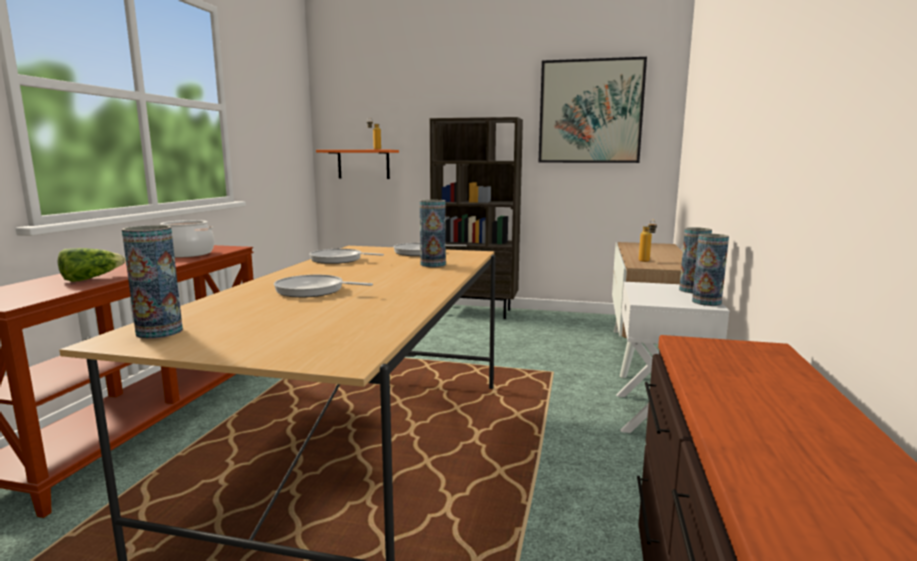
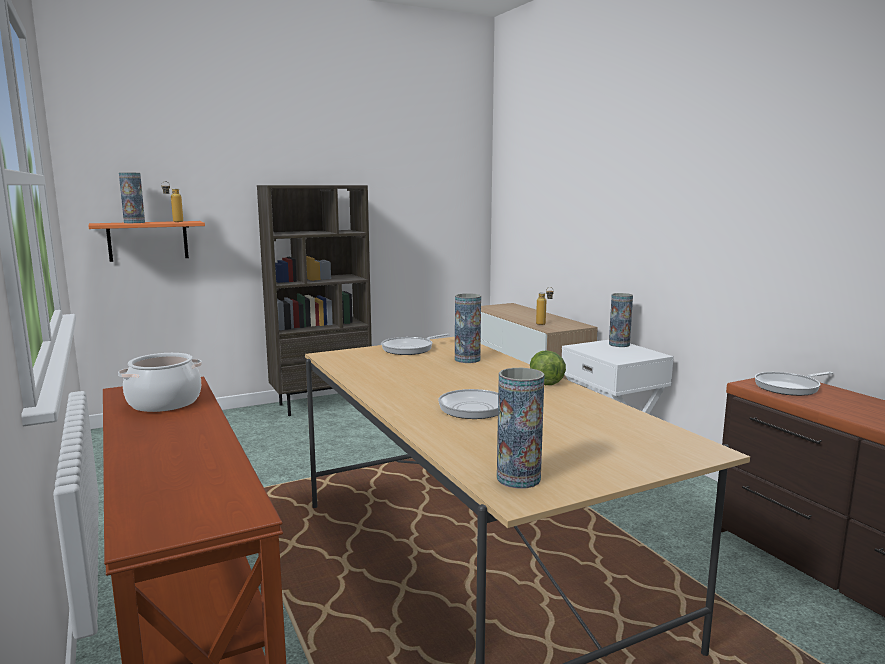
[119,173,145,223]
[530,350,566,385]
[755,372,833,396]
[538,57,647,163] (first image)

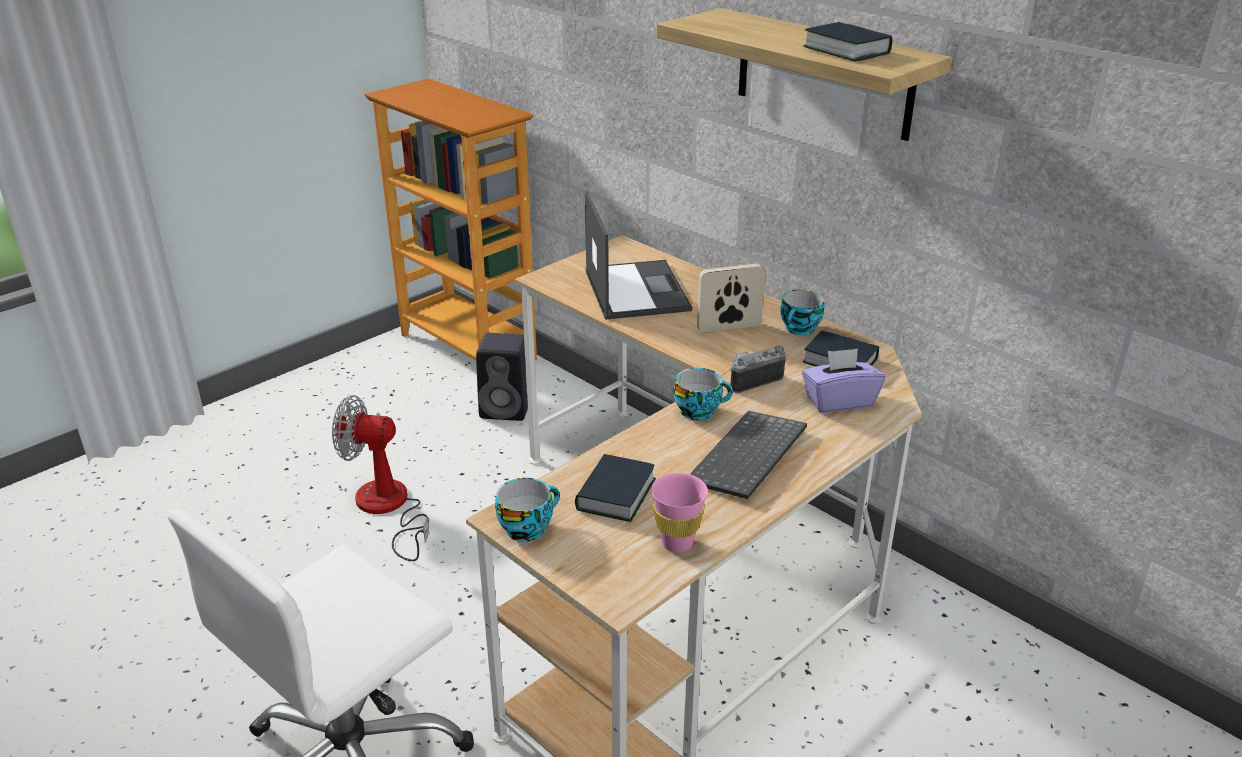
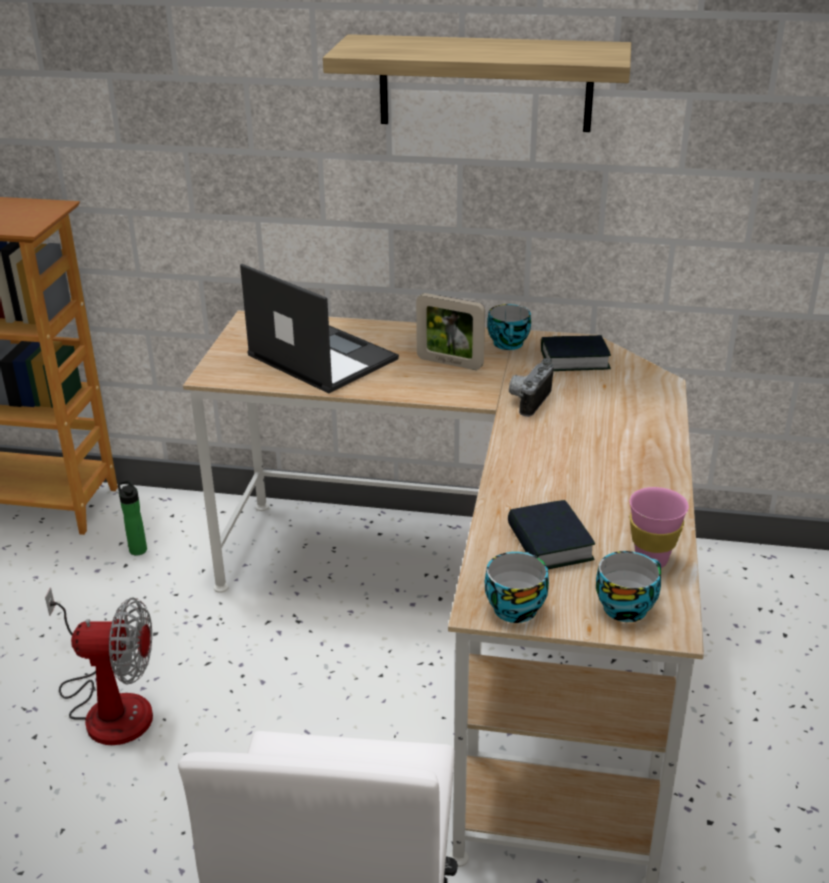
[45,587,153,745]
[118,480,147,555]
[416,293,485,370]
[596,551,661,622]
[690,411,807,499] (first image)
[802,348,885,413] (first image)
[803,22,892,62] (first image)

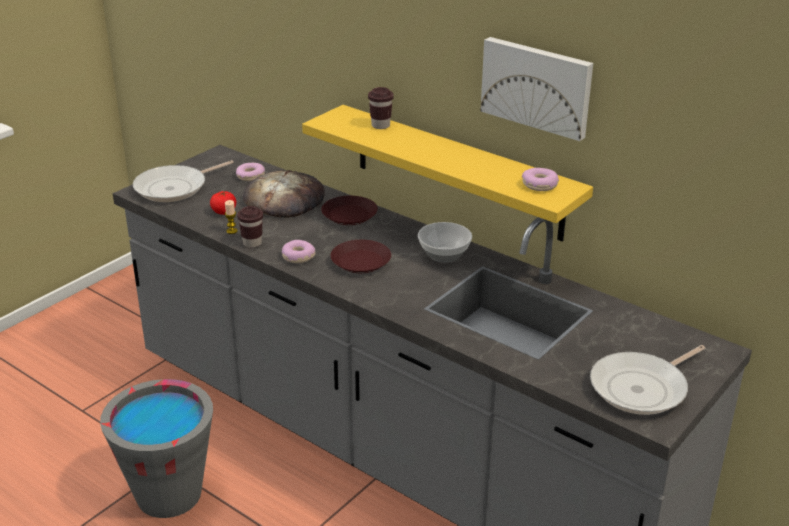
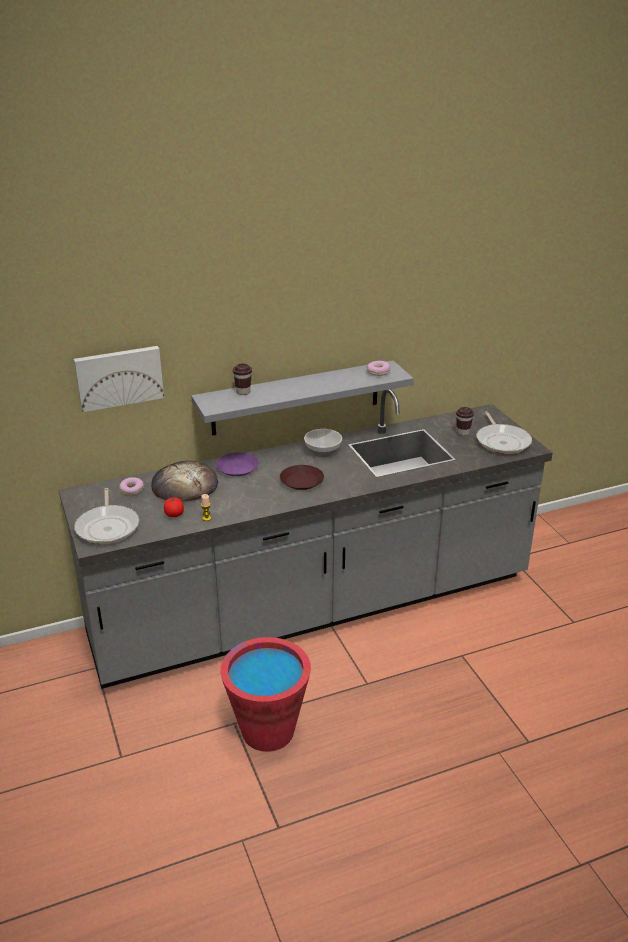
[74,346,164,412]
[191,360,414,436]
[216,452,259,476]
[220,637,311,752]
[456,407,474,436]
[282,240,316,263] (first image)

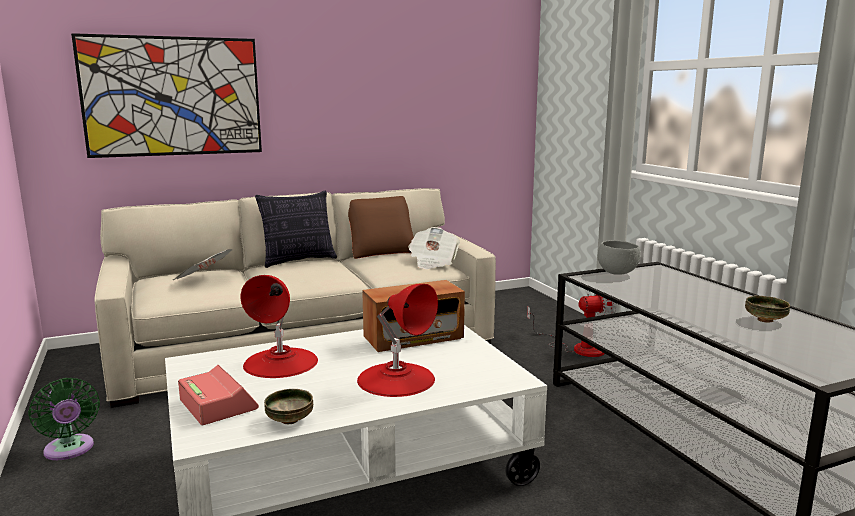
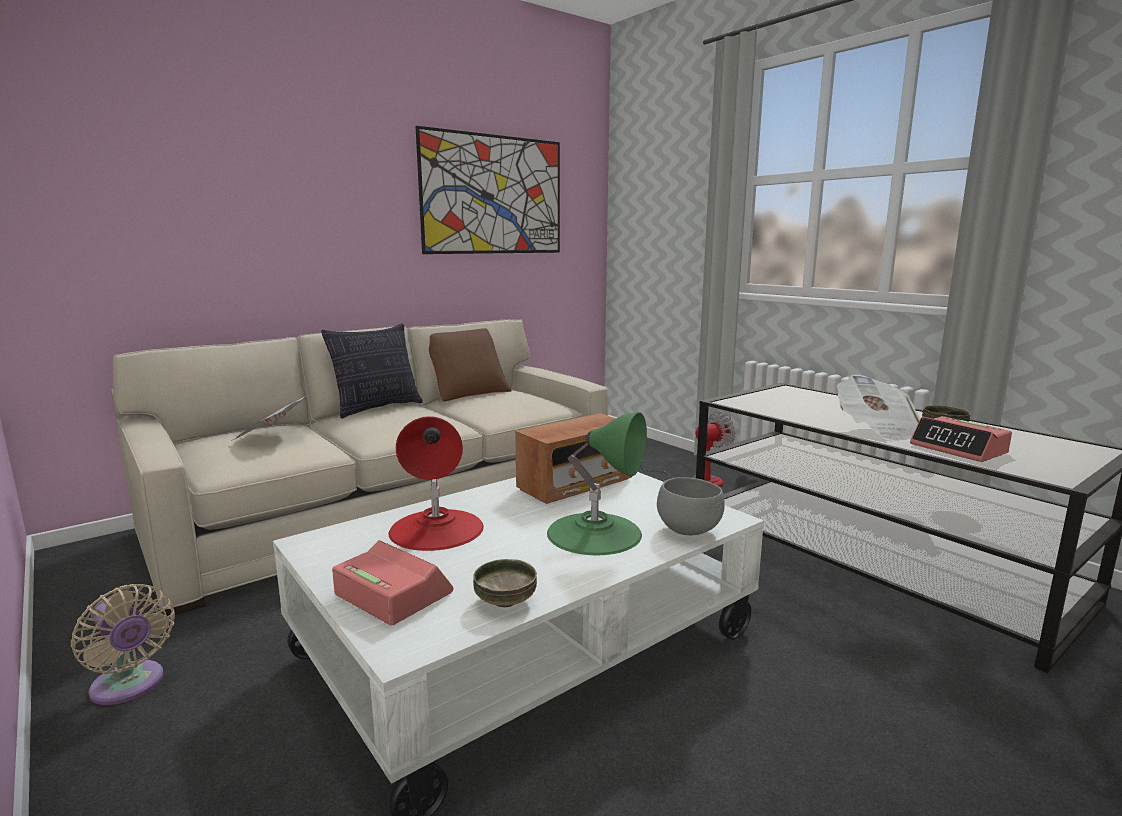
[71,584,175,705]
[415,126,560,254]
[547,412,647,555]
[657,477,725,535]
[837,375,920,441]
[910,416,1012,462]

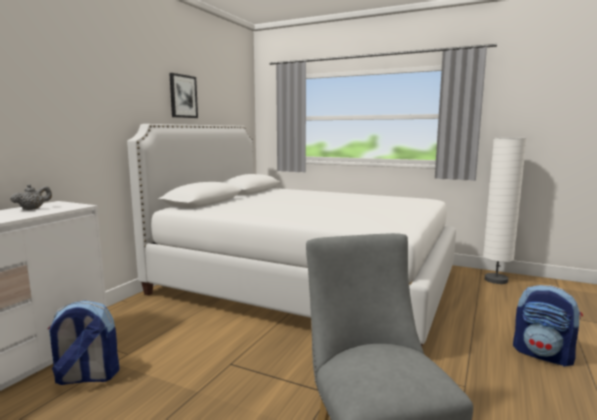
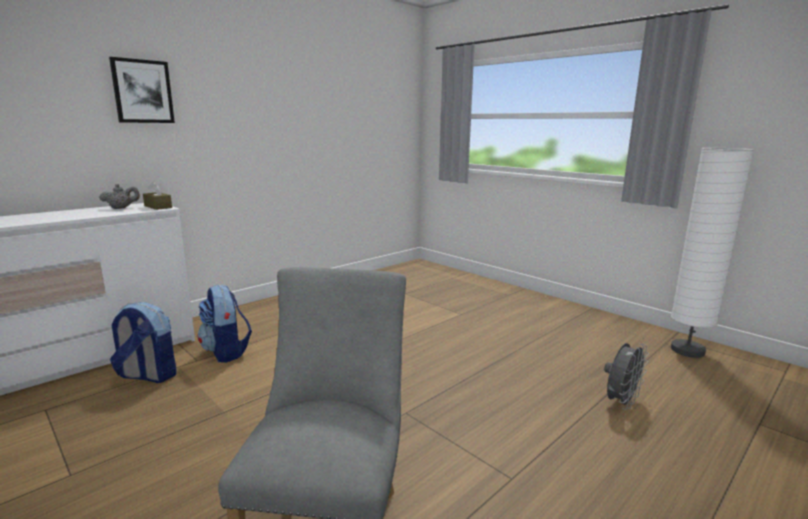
[109,57,175,123]
[143,182,172,210]
[197,284,252,363]
[604,343,649,410]
[127,124,456,346] (first image)

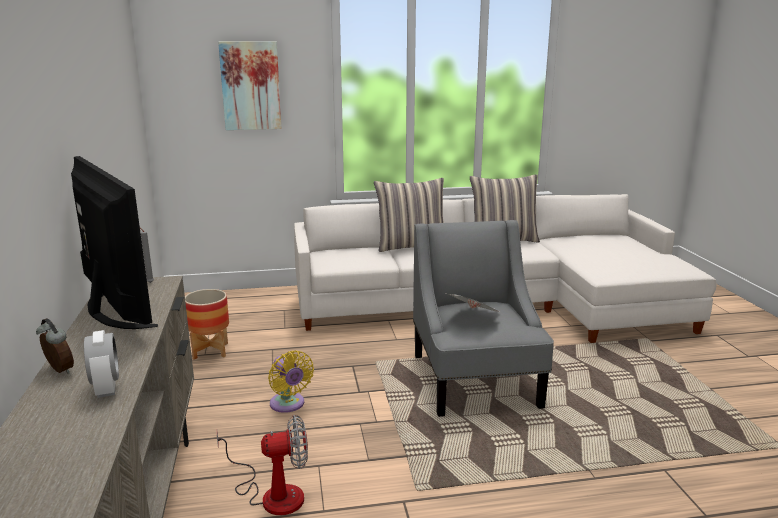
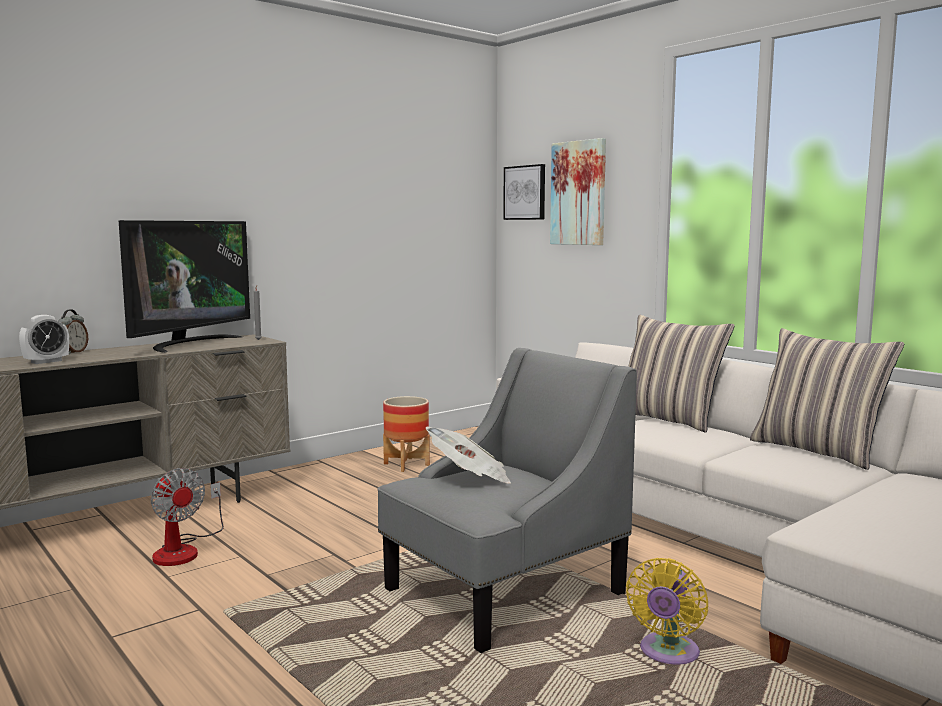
[503,164,545,220]
[626,558,708,664]

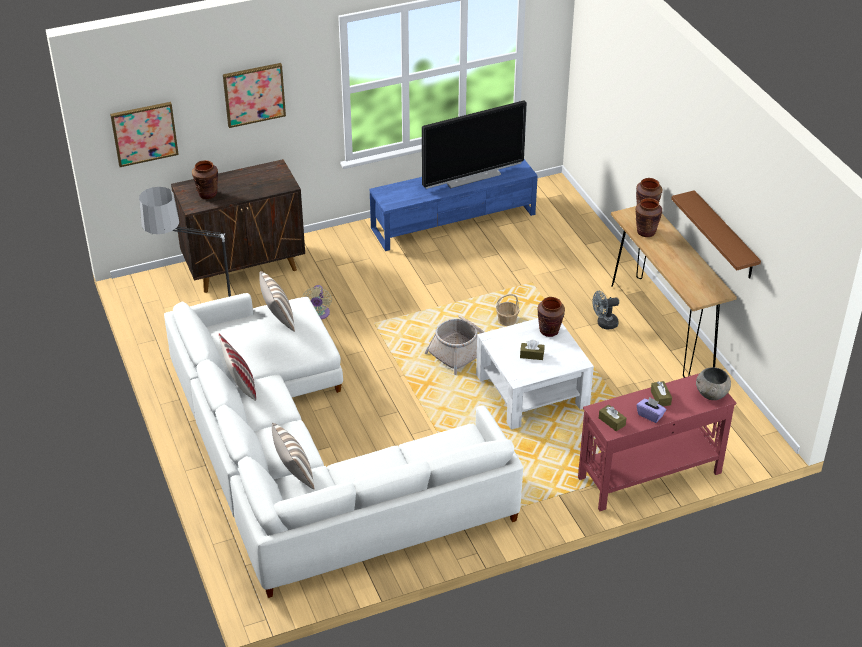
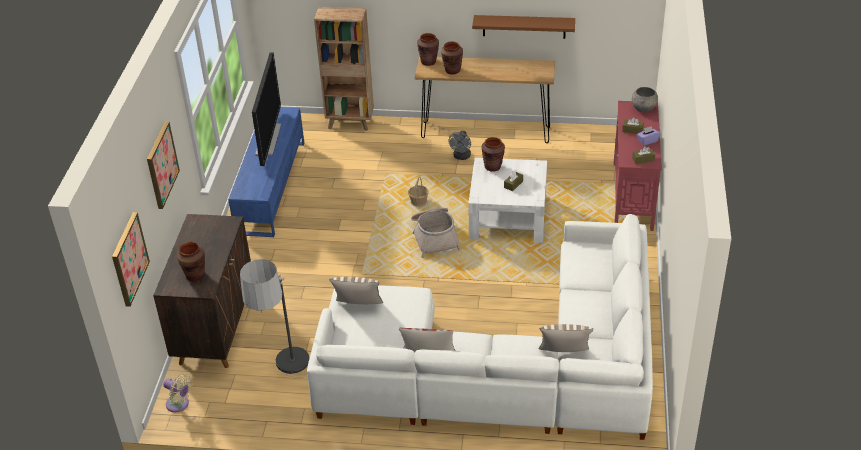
[163,374,193,412]
[314,7,374,131]

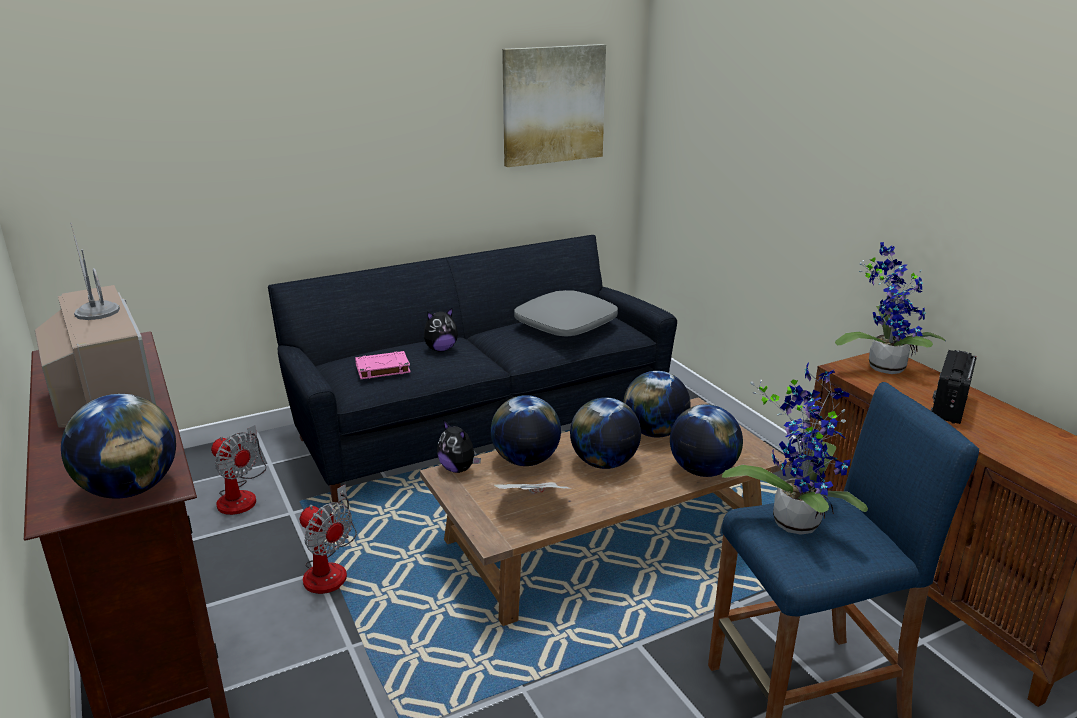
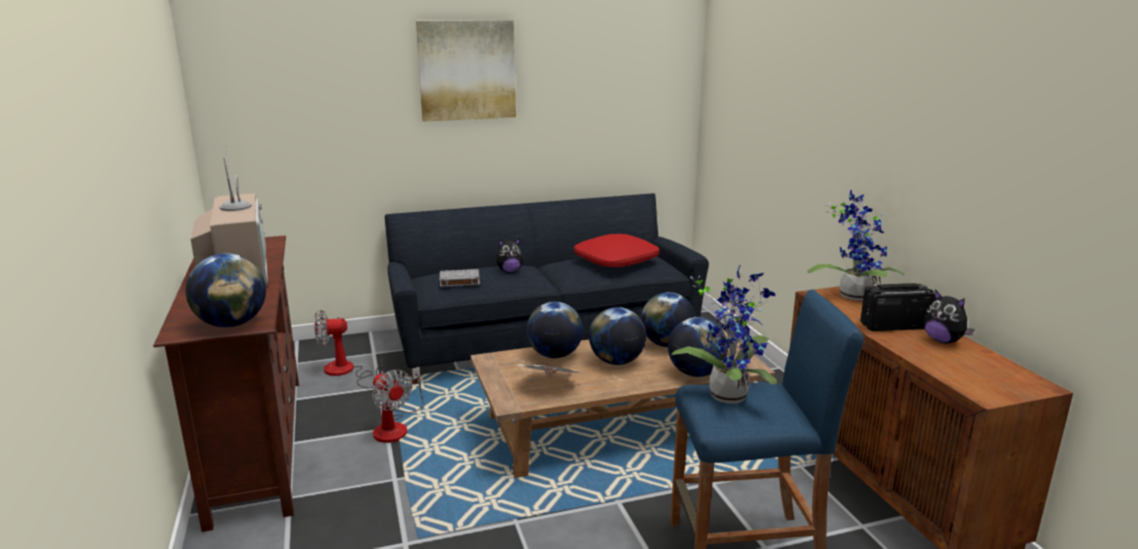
[314,310,383,389]
[416,20,516,122]
[440,269,480,287]
[574,234,659,267]
[860,283,935,331]
[924,290,975,344]

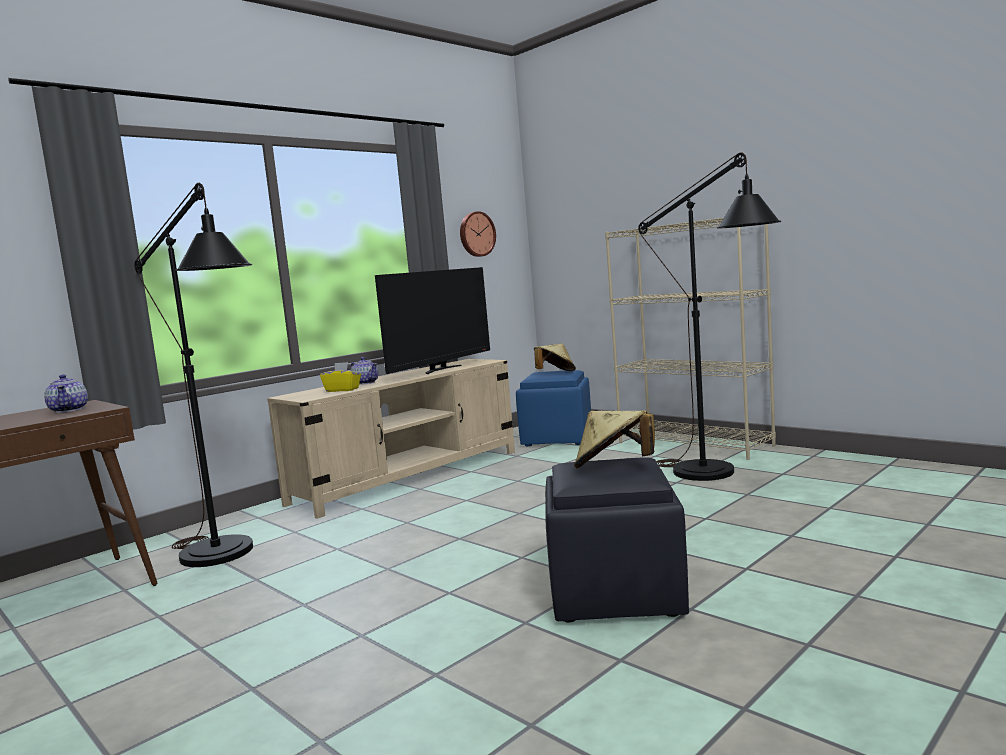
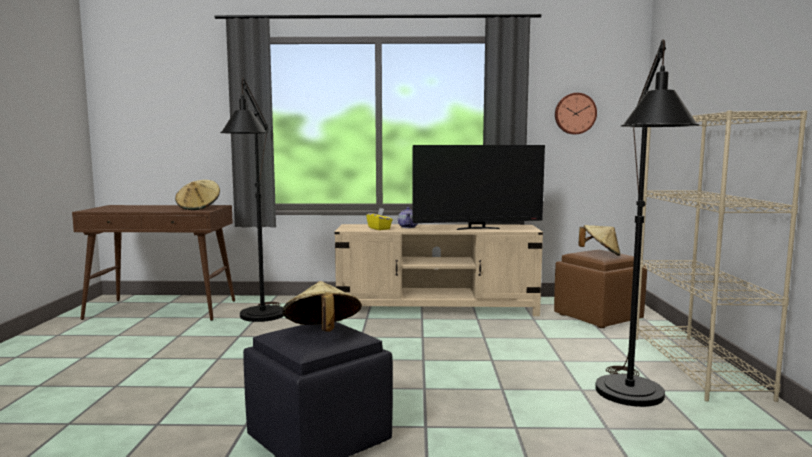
[175,180,220,210]
[554,250,647,328]

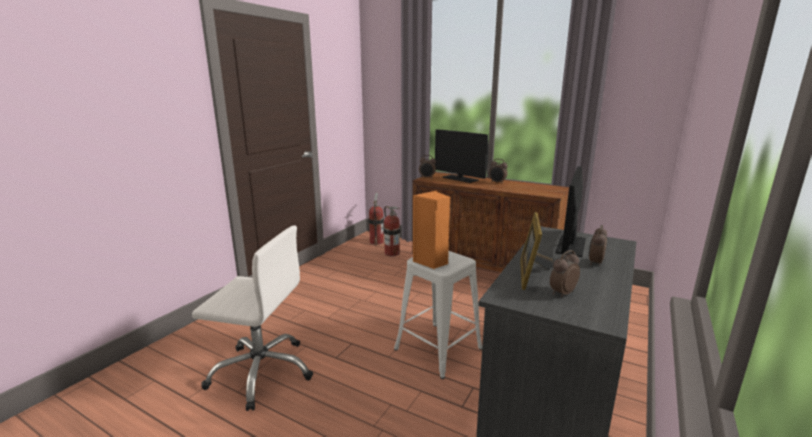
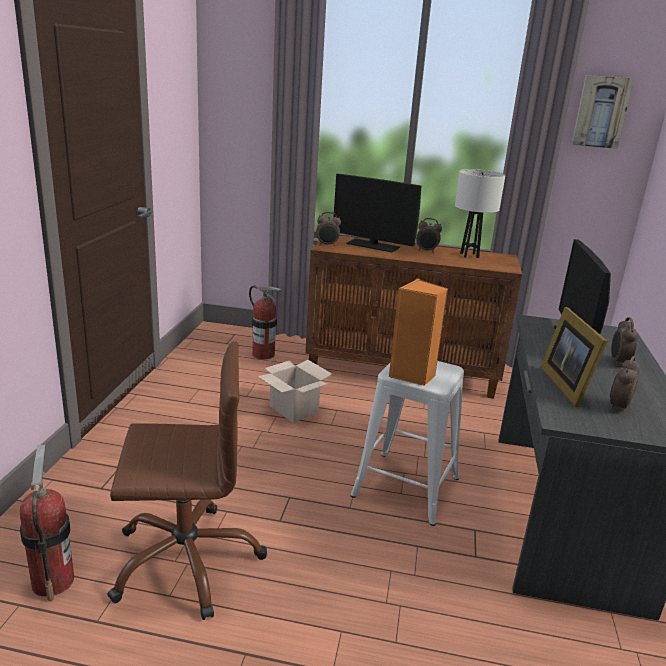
[20,445,74,601]
[107,341,267,620]
[258,360,332,423]
[455,169,505,258]
[572,75,634,149]

